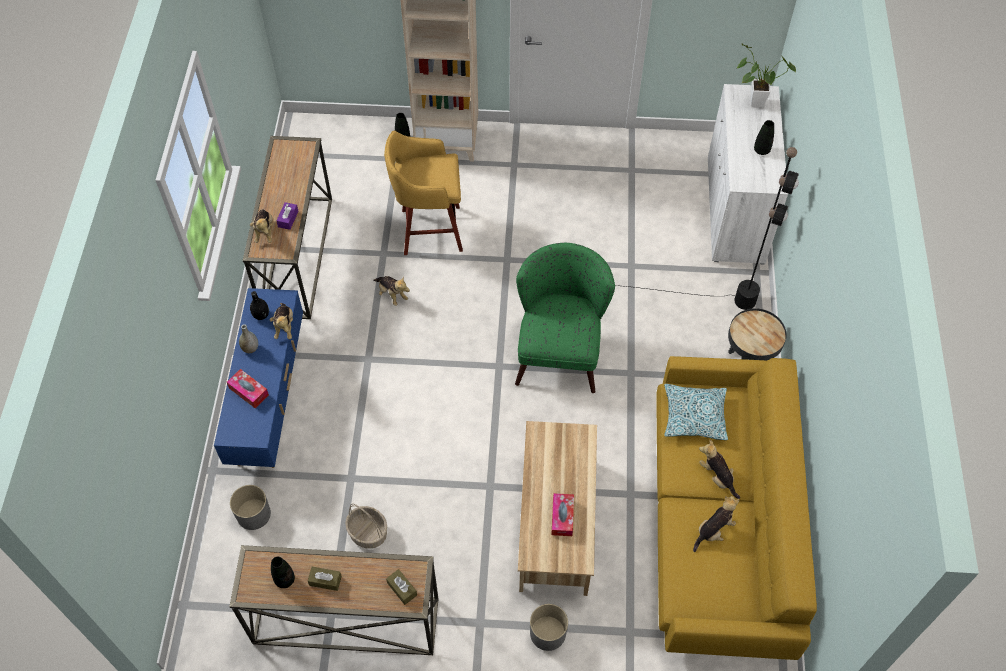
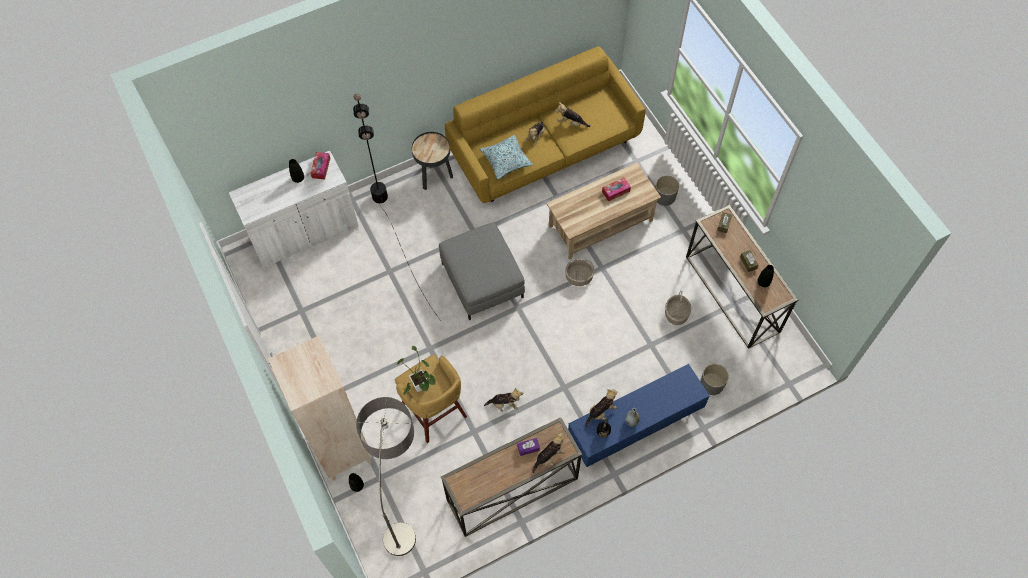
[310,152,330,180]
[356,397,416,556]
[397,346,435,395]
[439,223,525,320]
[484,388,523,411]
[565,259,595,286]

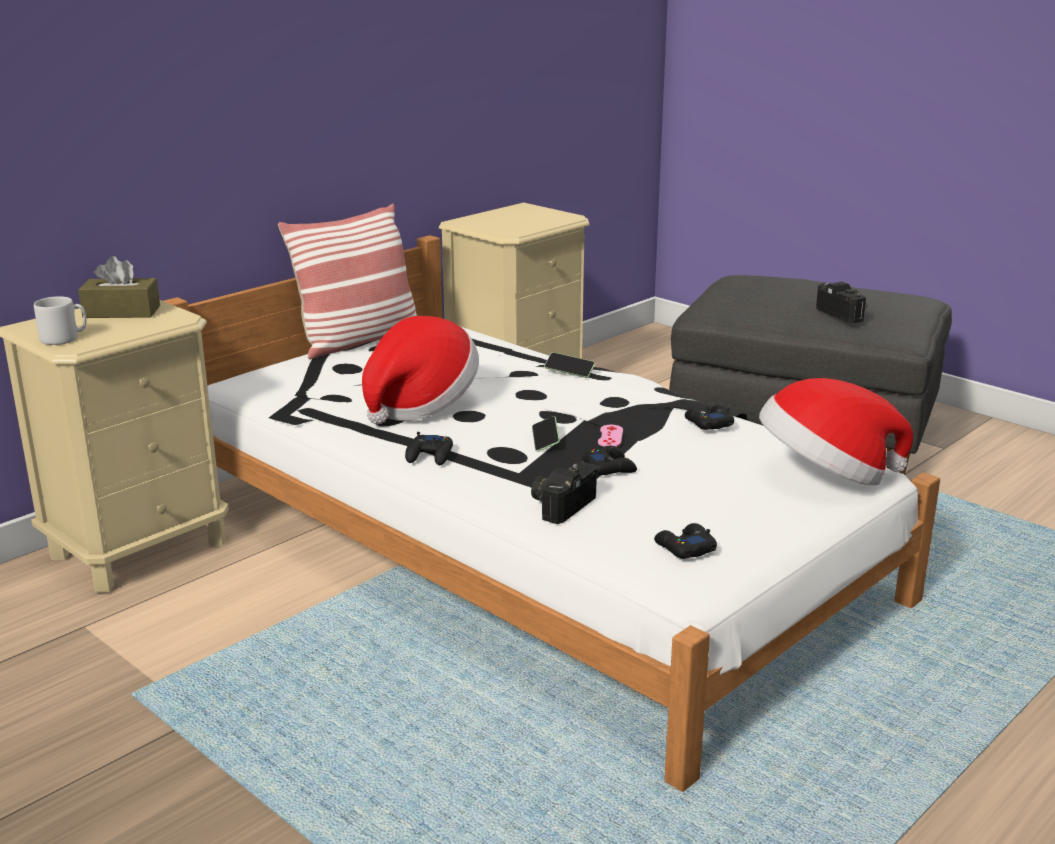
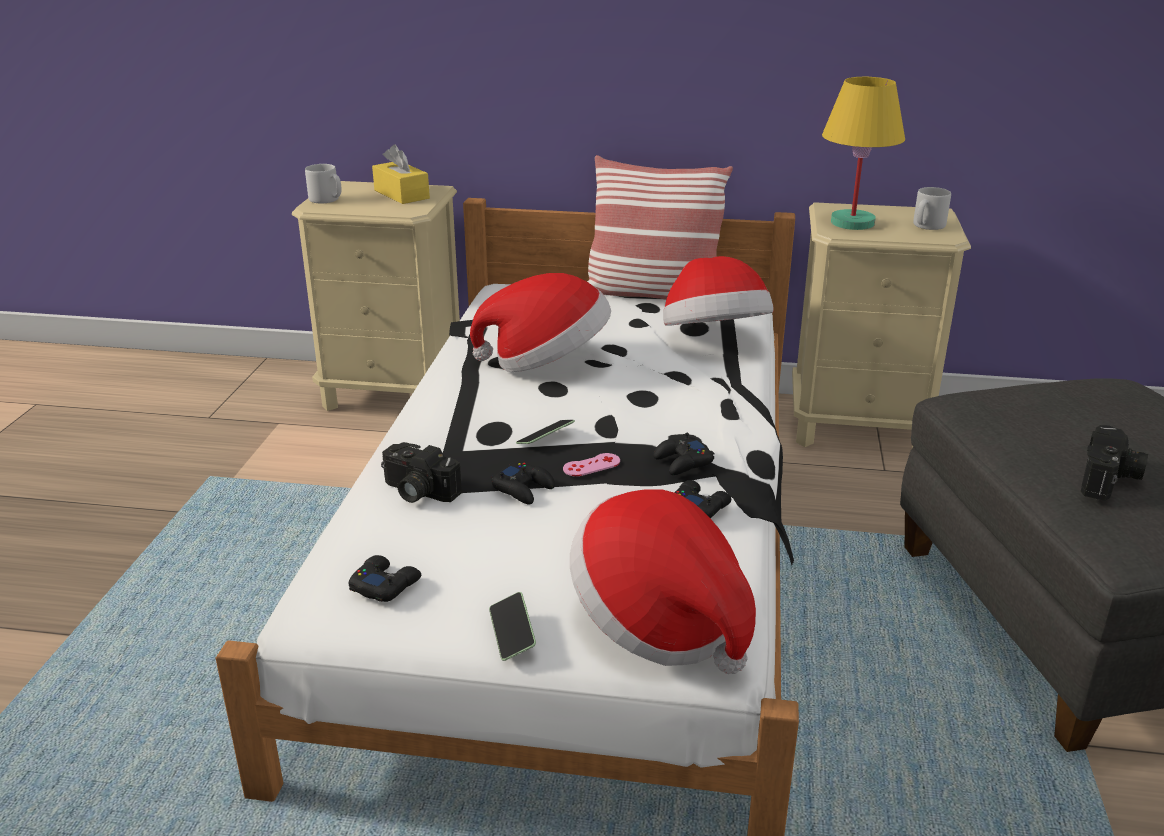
[372,145,430,204]
[381,442,462,503]
[489,592,536,661]
[653,433,714,475]
[663,256,774,326]
[822,77,905,230]
[913,187,951,230]

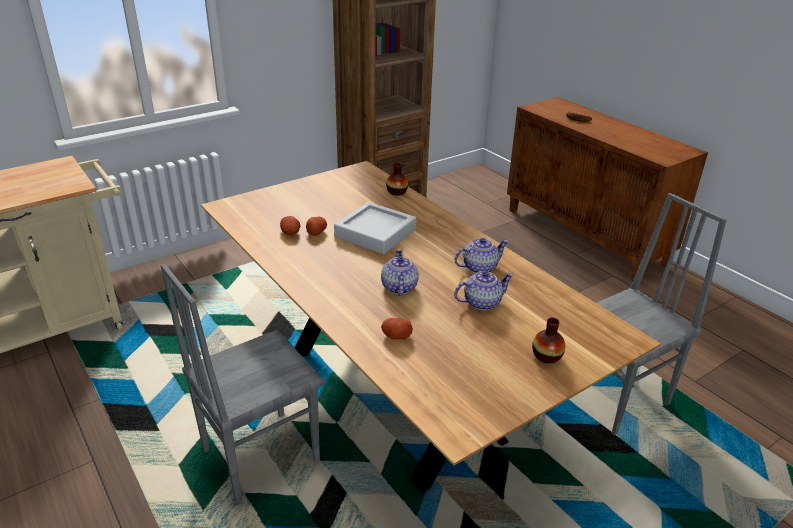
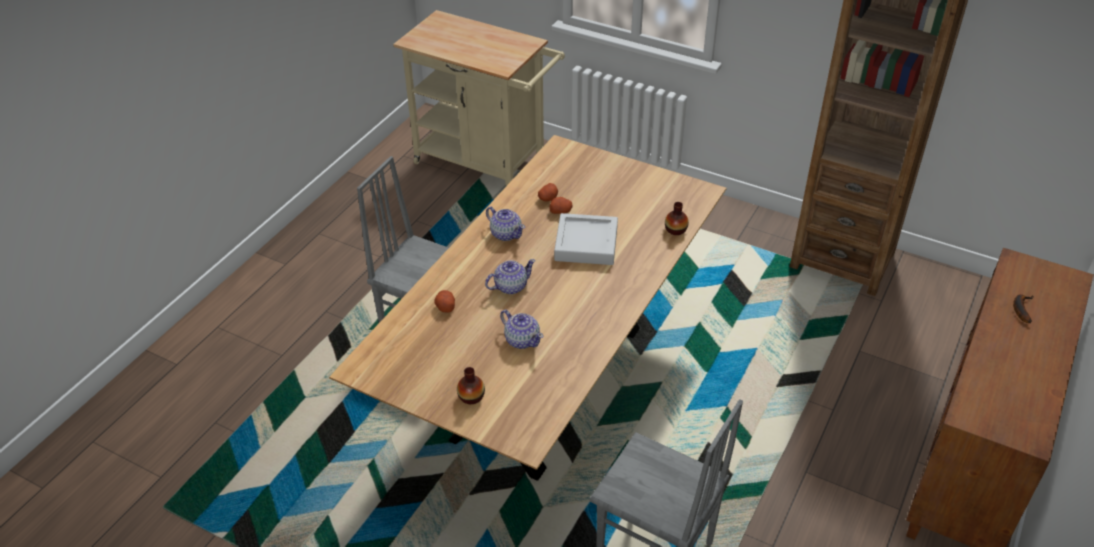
[486,207,525,241]

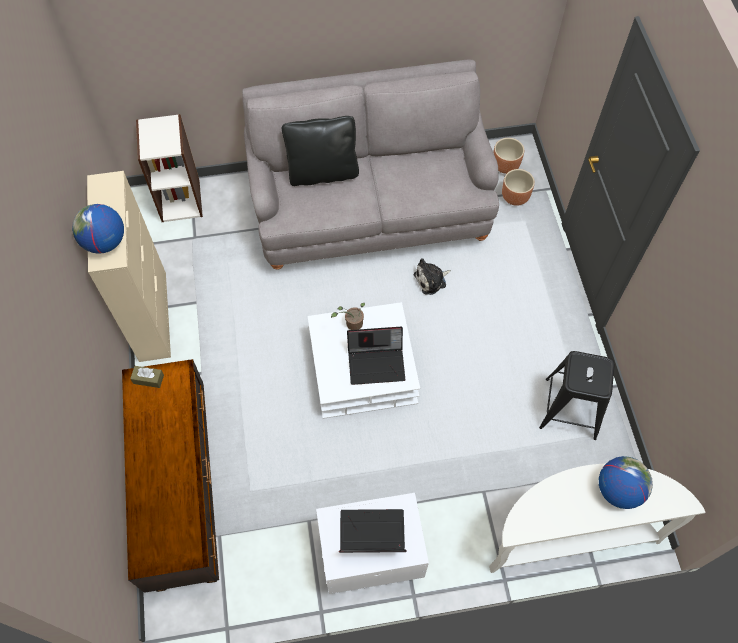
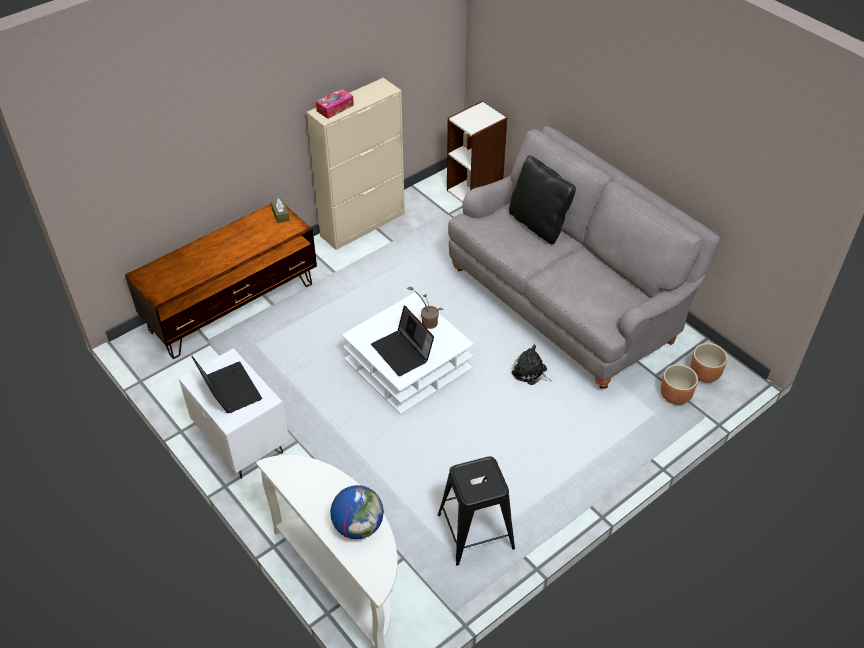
[316,89,354,119]

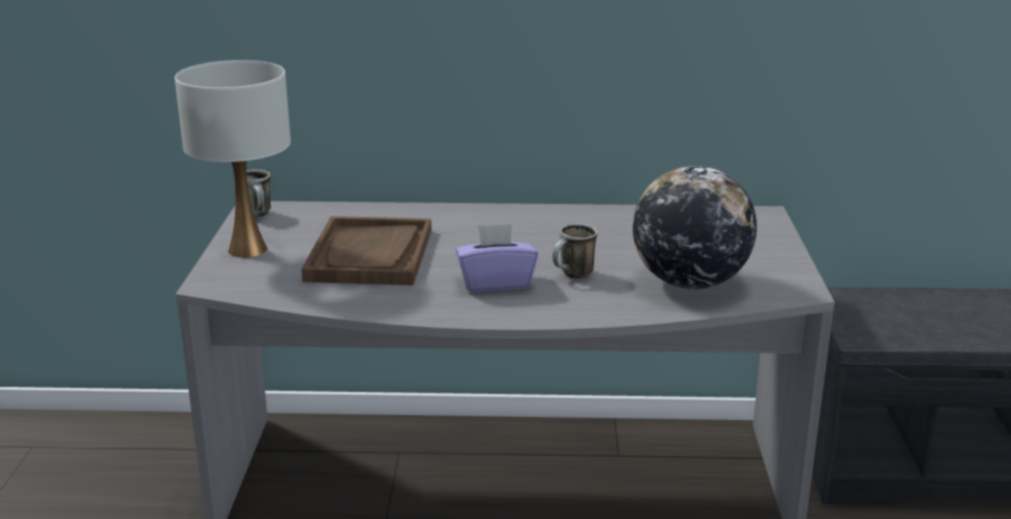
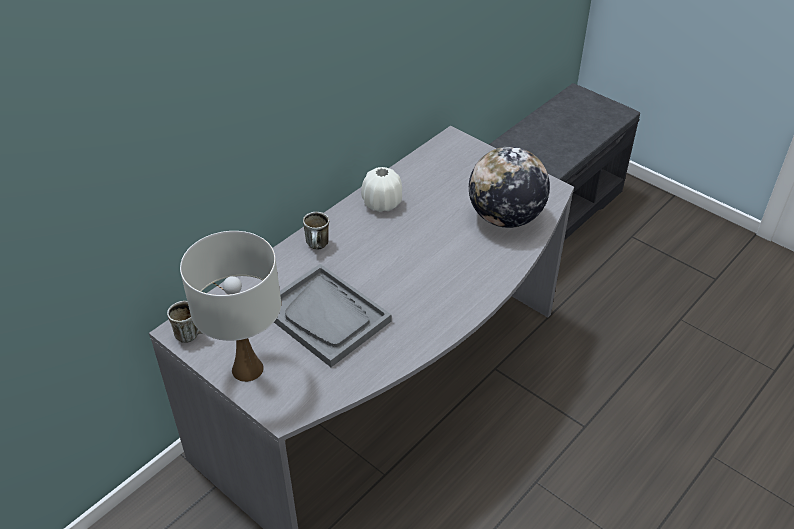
[274,264,391,367]
[303,212,329,250]
[361,167,402,212]
[456,224,538,292] (first image)

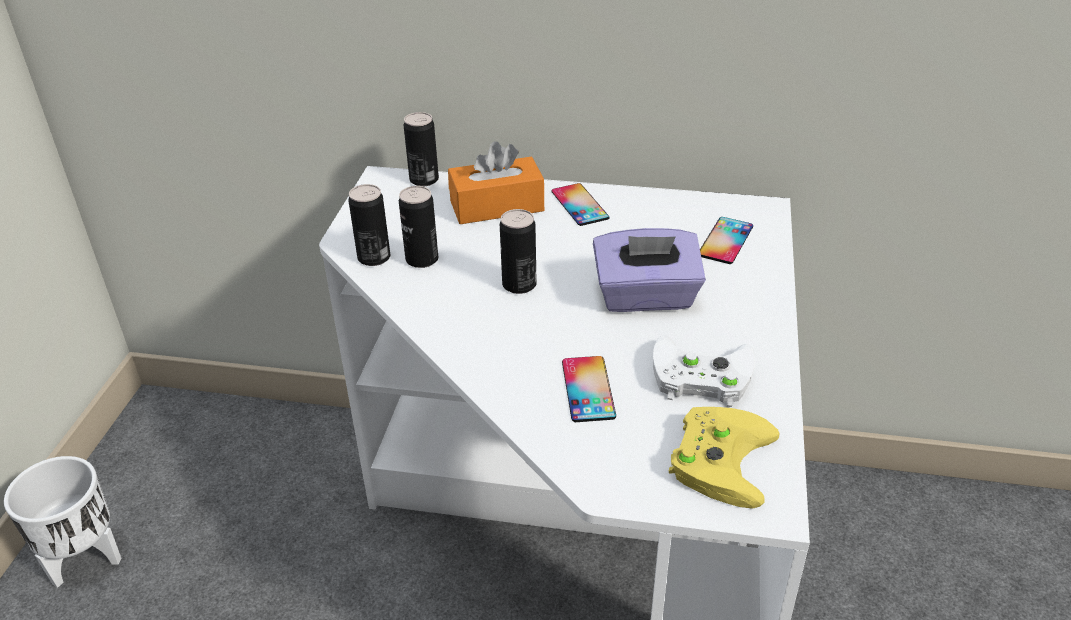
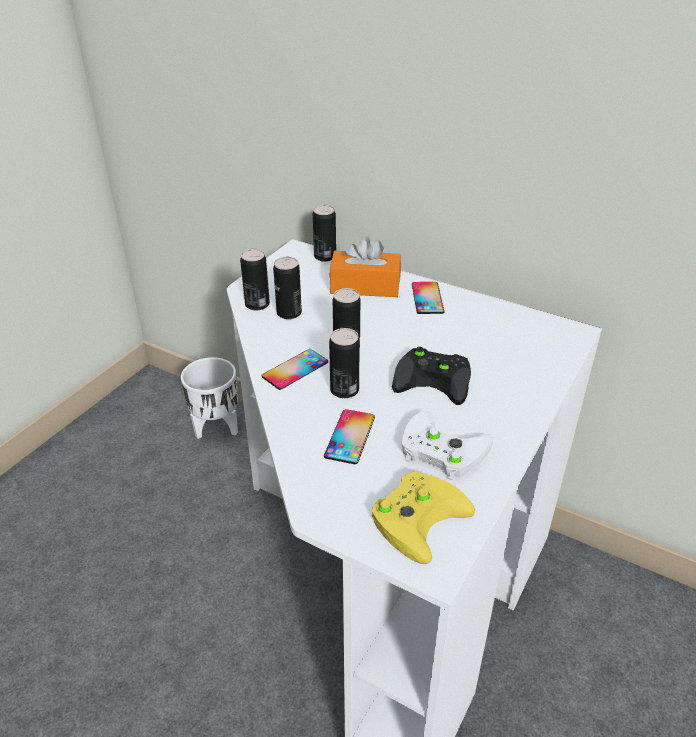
[181,357,238,439]
[261,349,328,390]
[329,328,360,398]
[392,347,471,405]

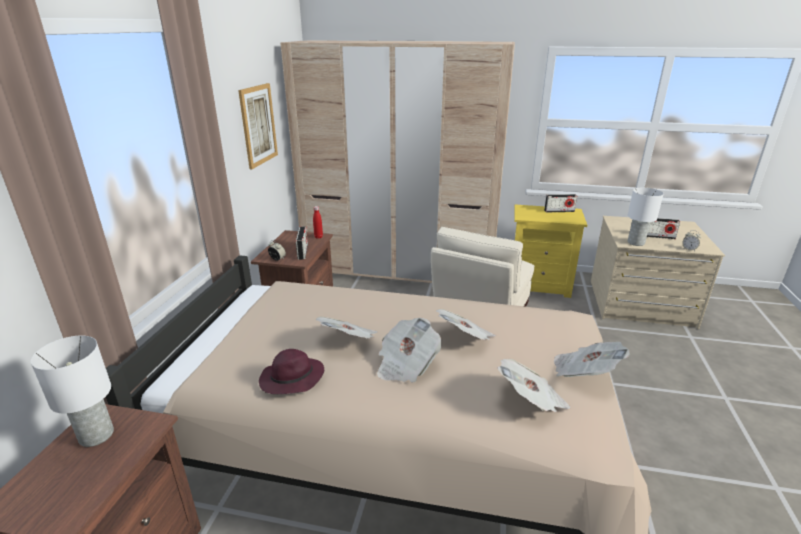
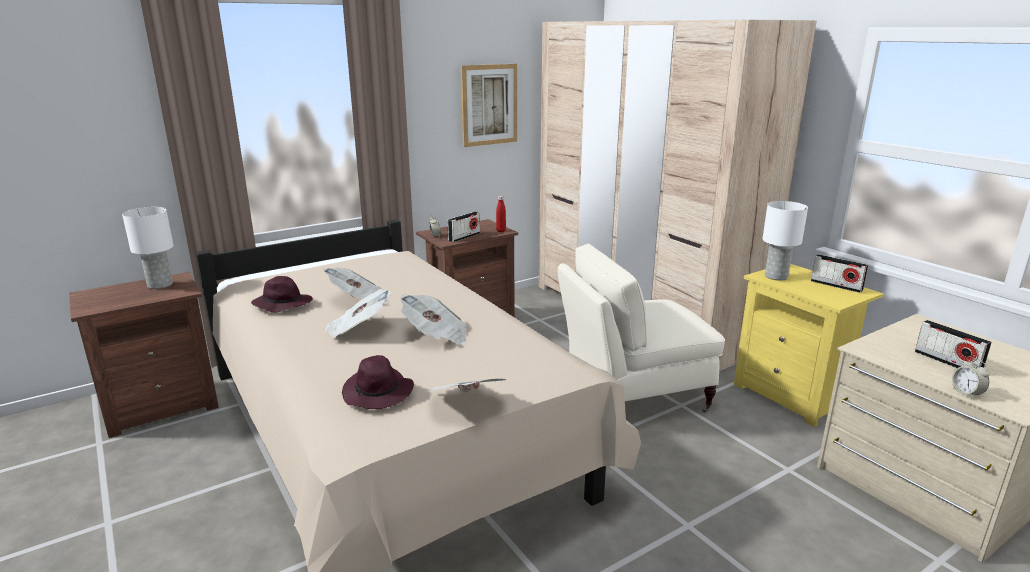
[342,355,414,409]
[762,201,808,281]

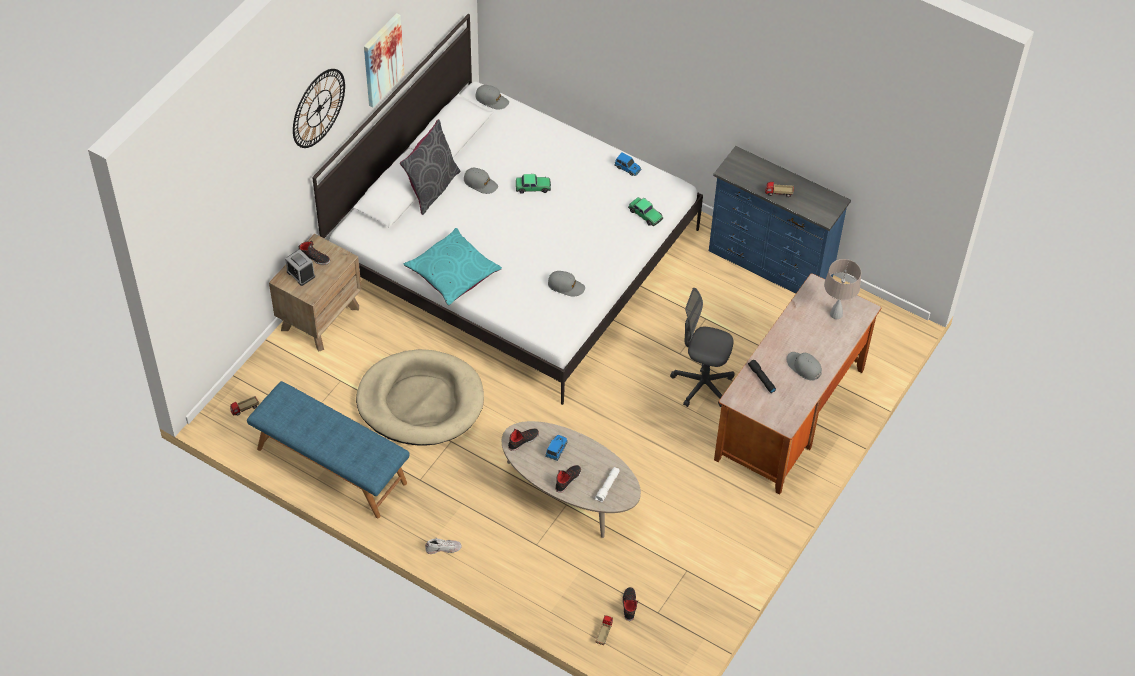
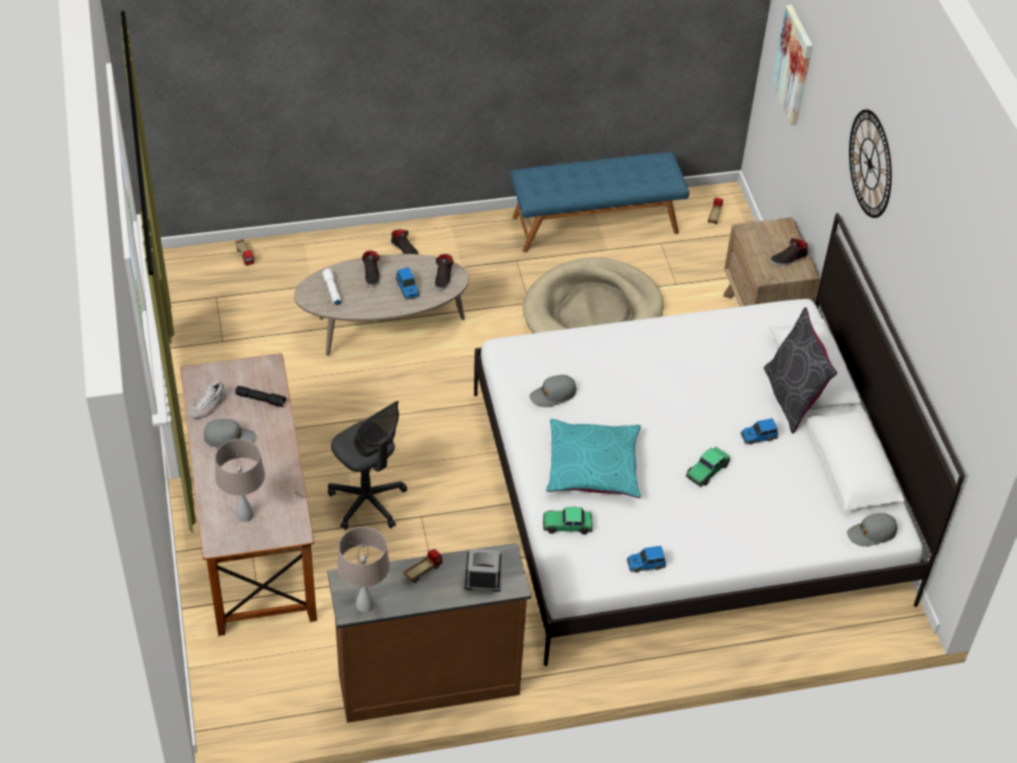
[189,381,227,418]
[327,543,531,723]
[328,401,407,530]
[337,527,390,612]
[391,229,419,254]
[464,549,502,592]
[546,419,641,498]
[740,418,778,445]
[771,5,813,125]

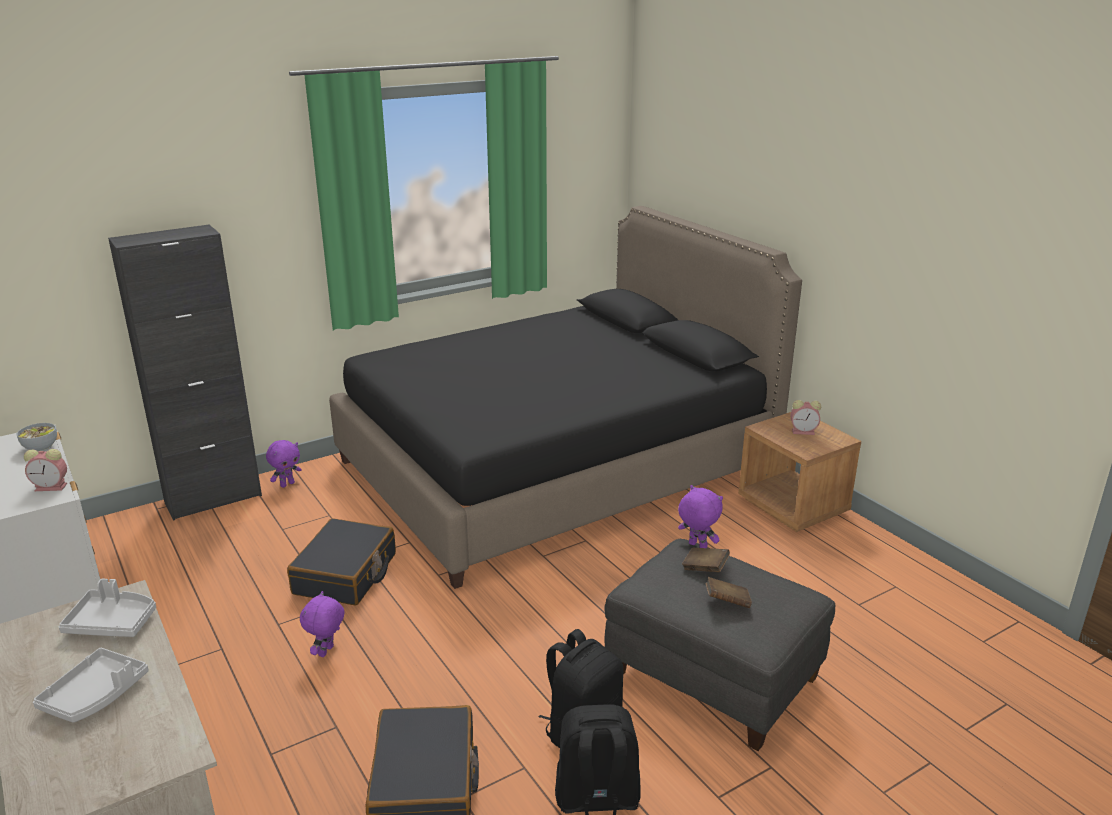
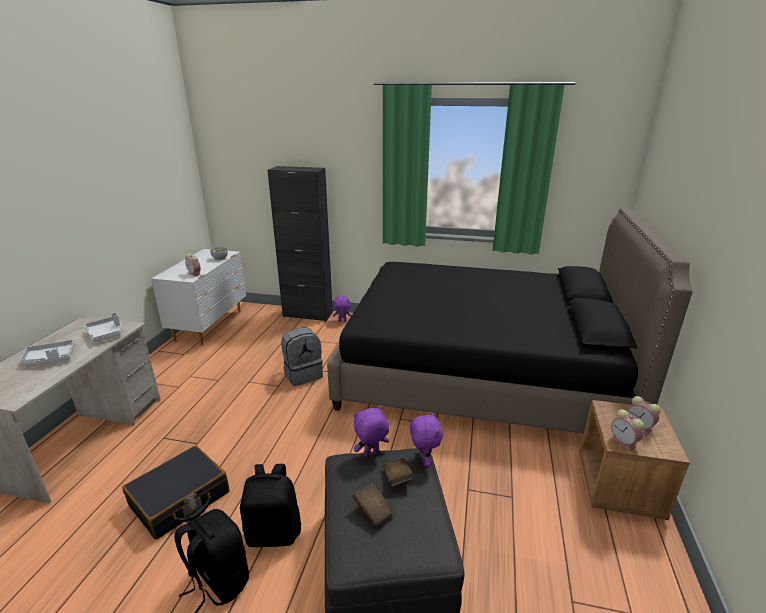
[281,327,323,386]
[354,406,389,457]
[611,409,644,451]

